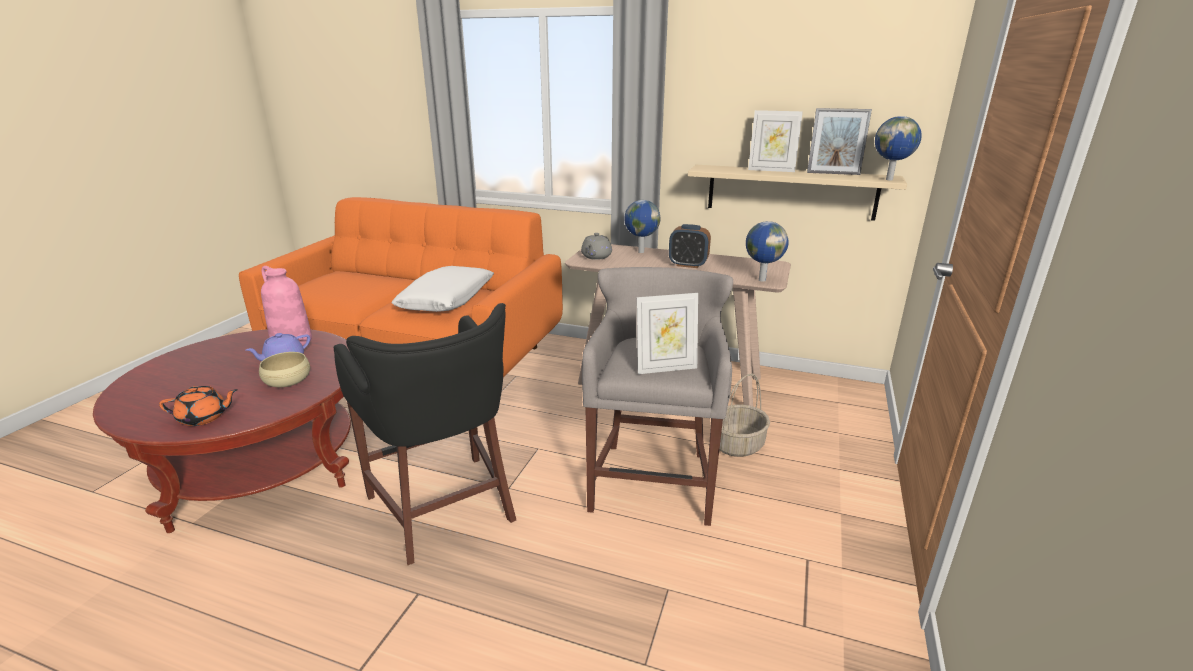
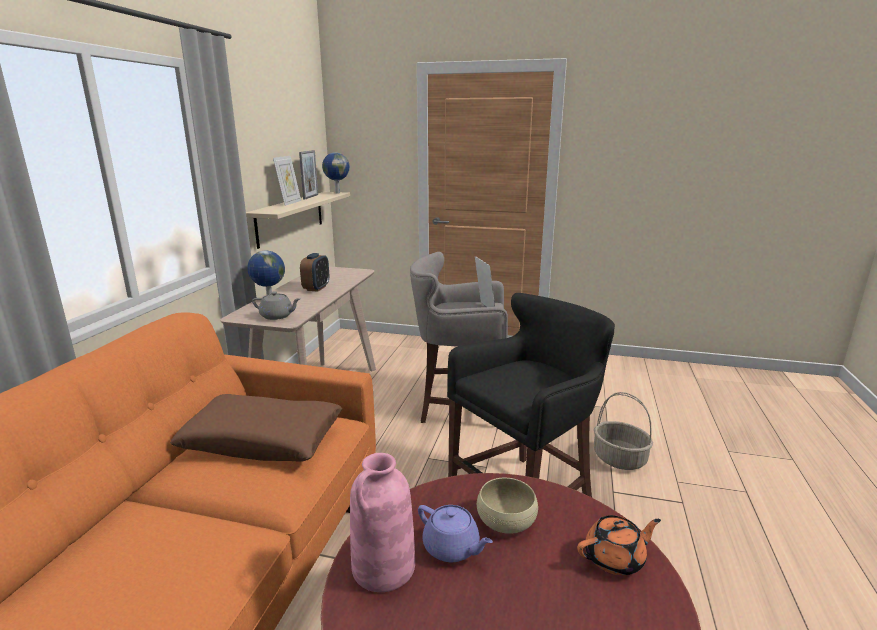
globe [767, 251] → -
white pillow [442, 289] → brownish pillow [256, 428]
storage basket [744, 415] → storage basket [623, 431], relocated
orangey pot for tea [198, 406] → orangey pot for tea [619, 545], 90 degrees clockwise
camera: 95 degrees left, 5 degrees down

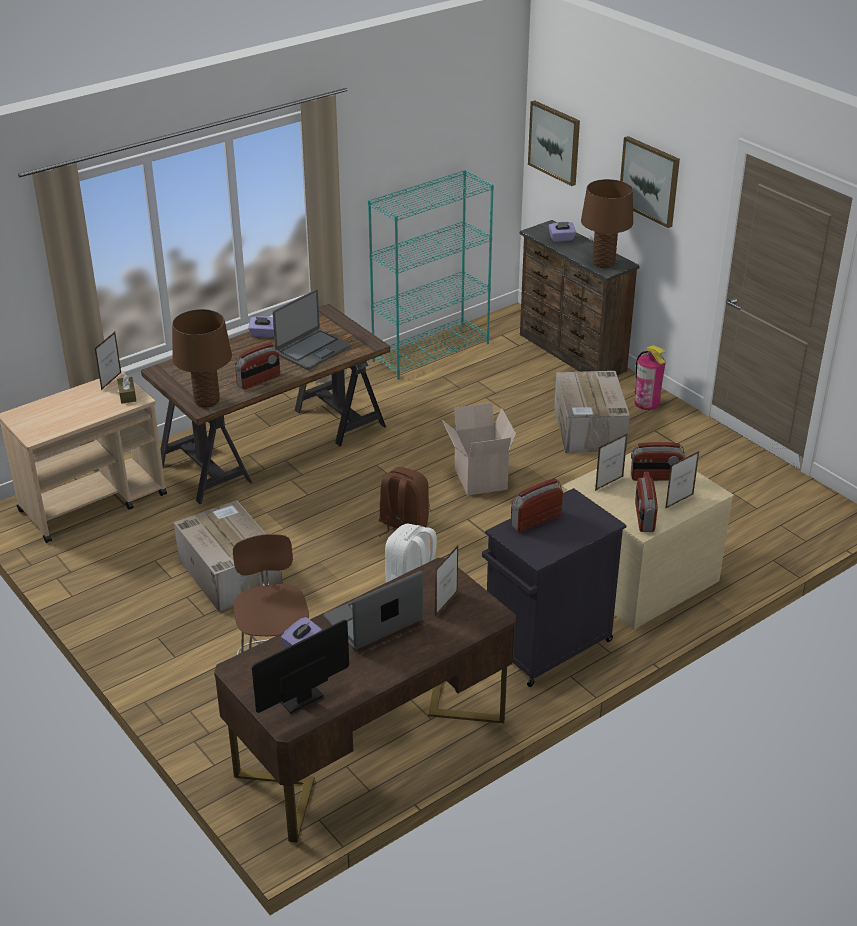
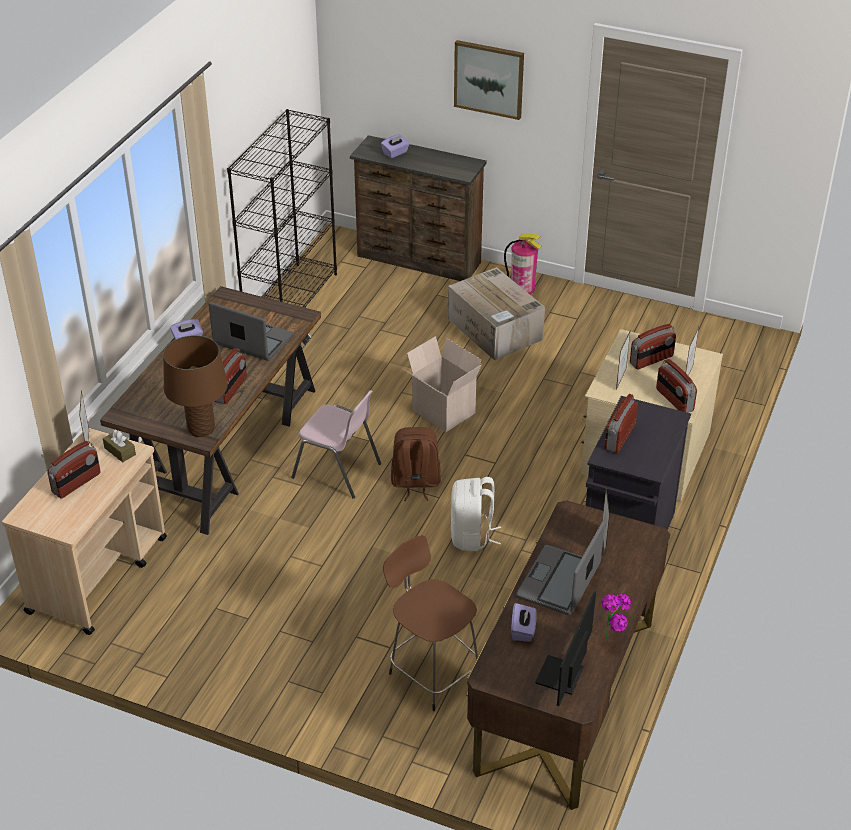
picture [554, 143] → -
turquoise bookshelf [431, 275] → black-coloured bookshelf [282, 208]
brownish table lamp [607, 223] → -
notebook computer [311, 330] → notebook computer [250, 331], 75 degrees counterclockwise
carton [228, 556] → -
- → pink upright chair [336, 444]
- → radio [73, 469]
- → plant in a pot [616, 615]
camera: 30 degrees left, 5 degrees up

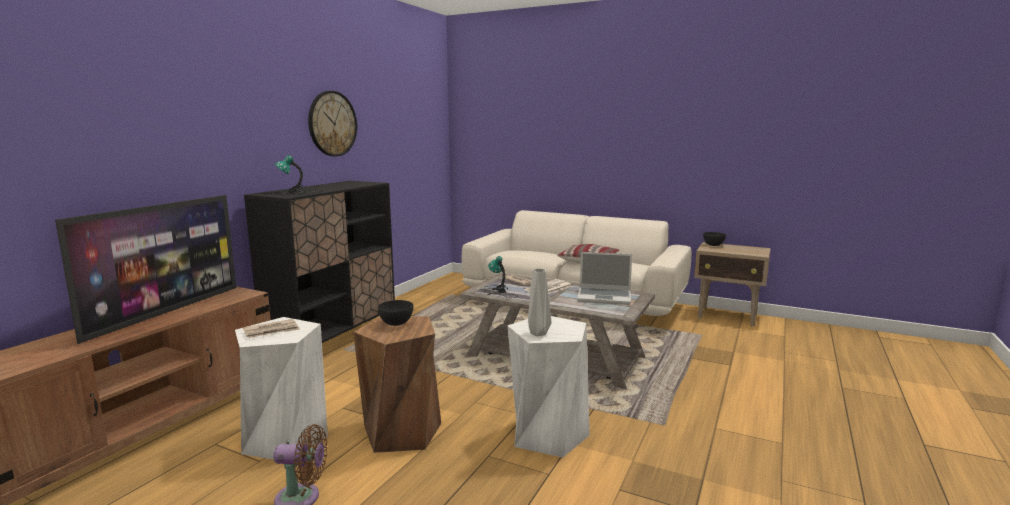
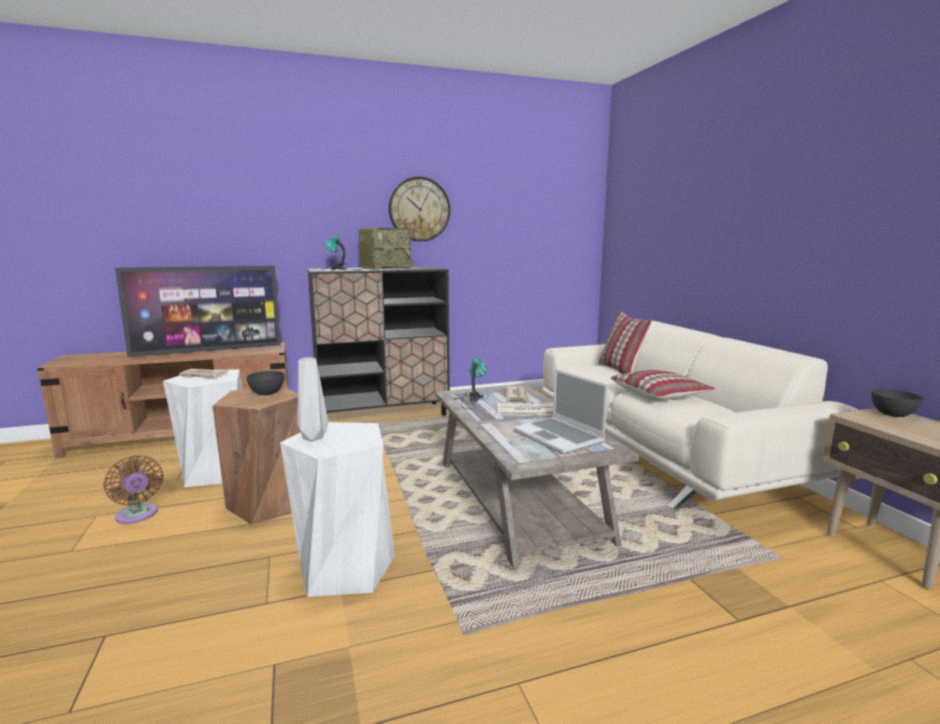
- → radio [386, 249]
- → pillow [625, 342]
camera: 45 degrees right, 0 degrees up

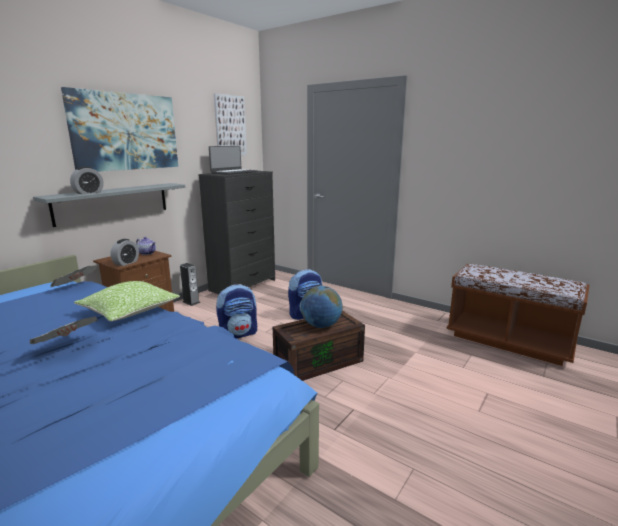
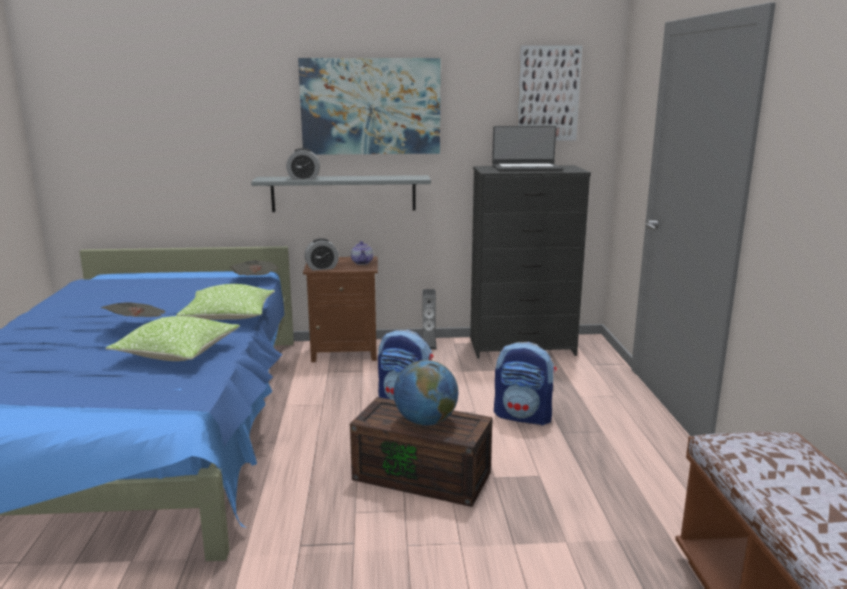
- → pillow [173, 338]
camera: 50 degrees right, 0 degrees up

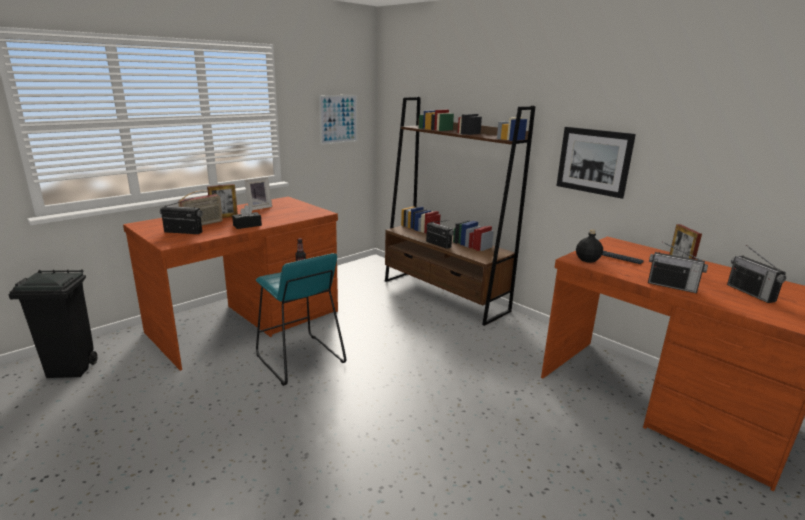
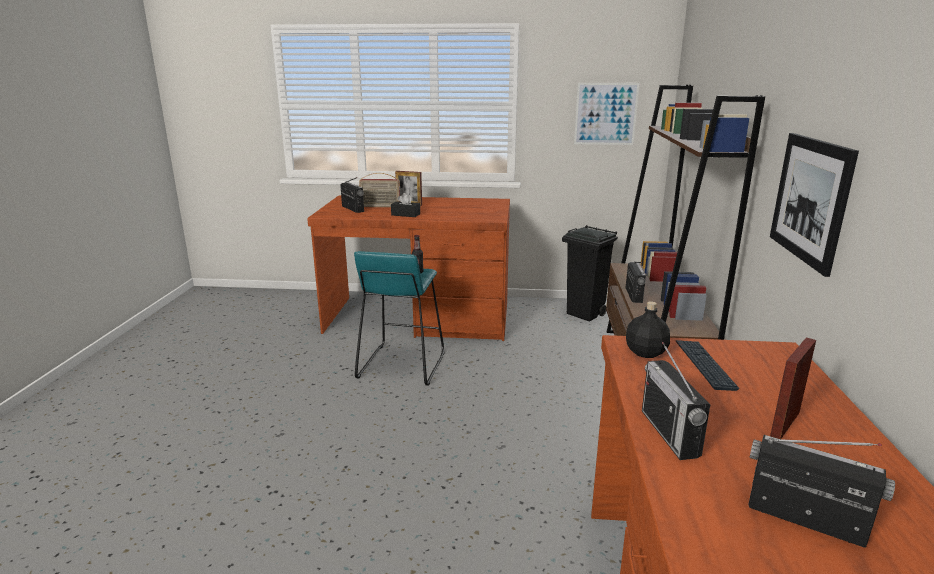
picture frame [258, 193] → -
radio [756, 274] → radio [821, 491], 90 degrees clockwise
black-coloured waste bin [53, 323] → black-coloured waste bin [590, 273], relocated
camera: 50 degrees right, 0 degrees up

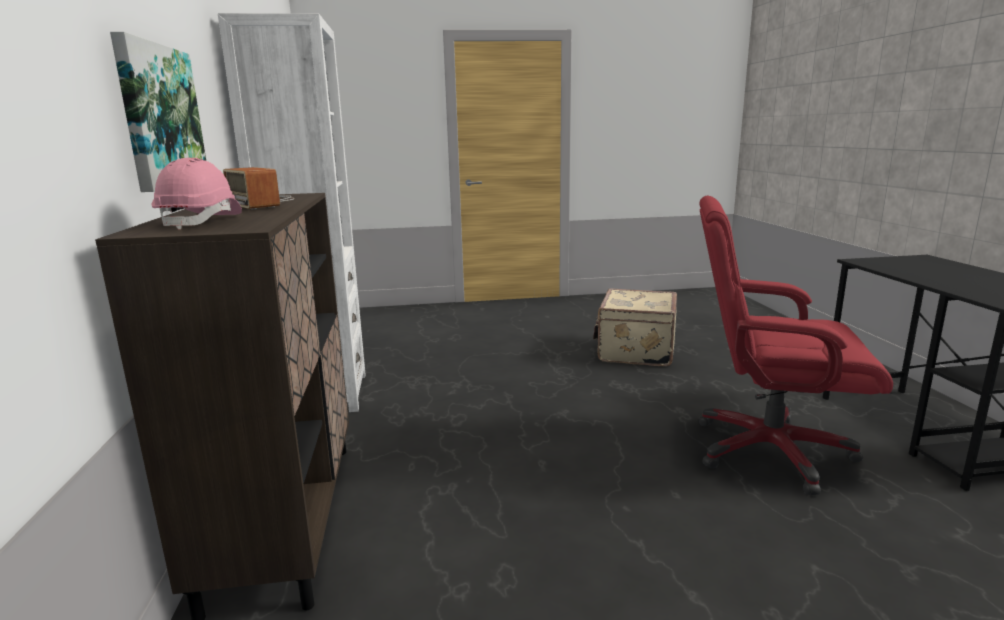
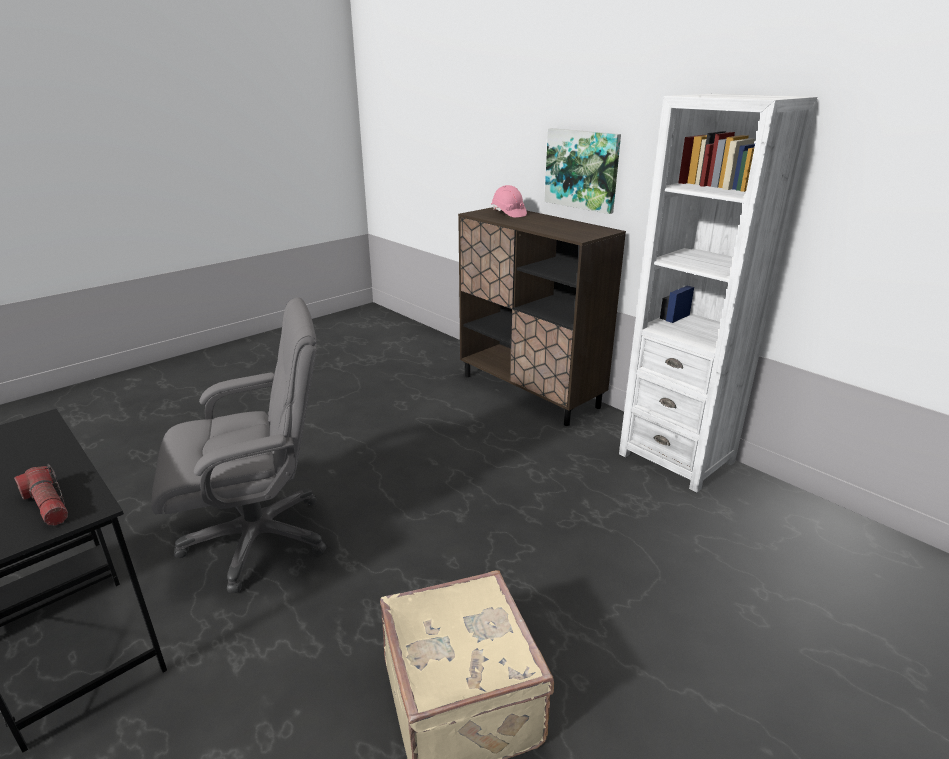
radio [258, 188] → -
red-coloured desk chair [796, 345] → gray desk chair [238, 445]
- → flashlight [41, 495]
camera: 145 degrees right, 10 degrees up

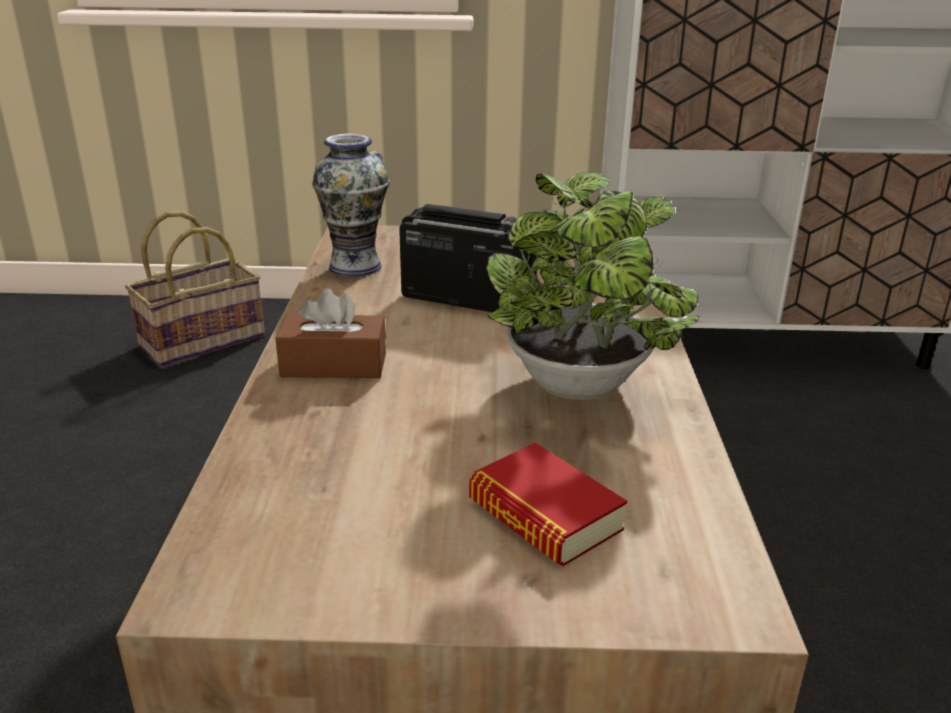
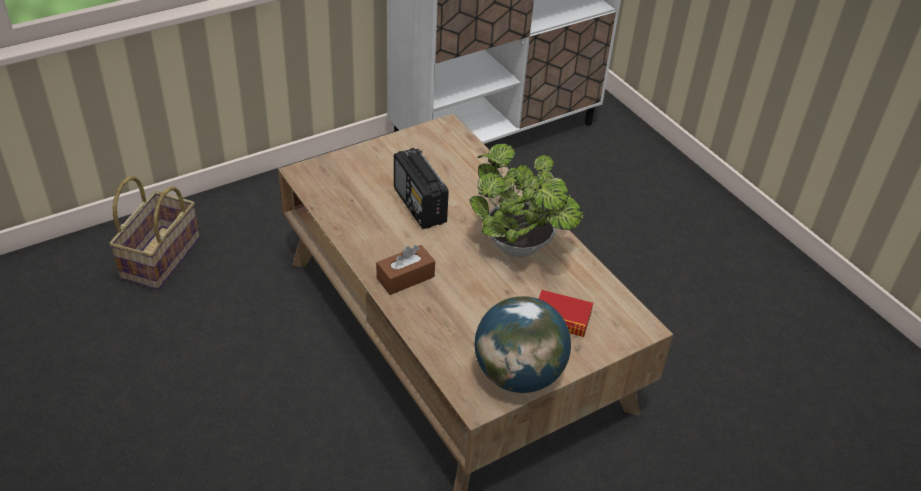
vase [351, 205] → -
radio [468, 258] → radio [421, 188], 105 degrees counterclockwise
- → globe [523, 344]
camera: 35 degrees left, 15 degrees up

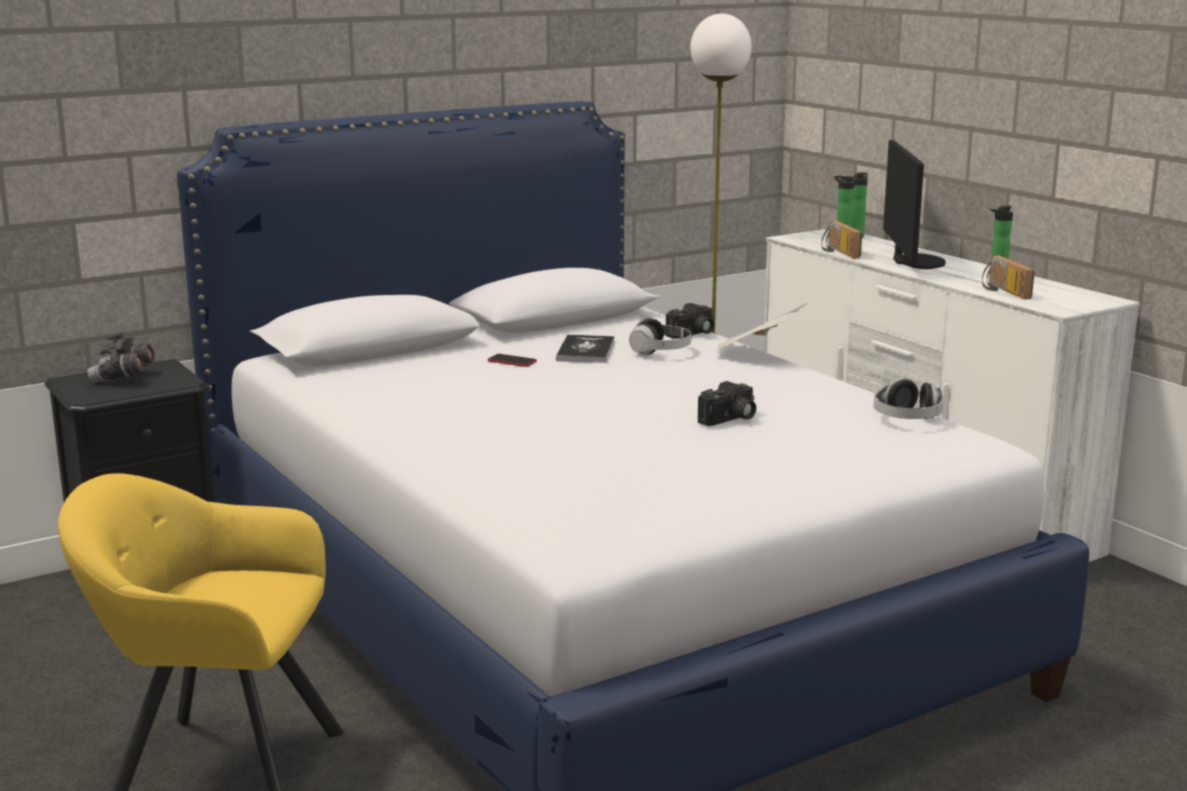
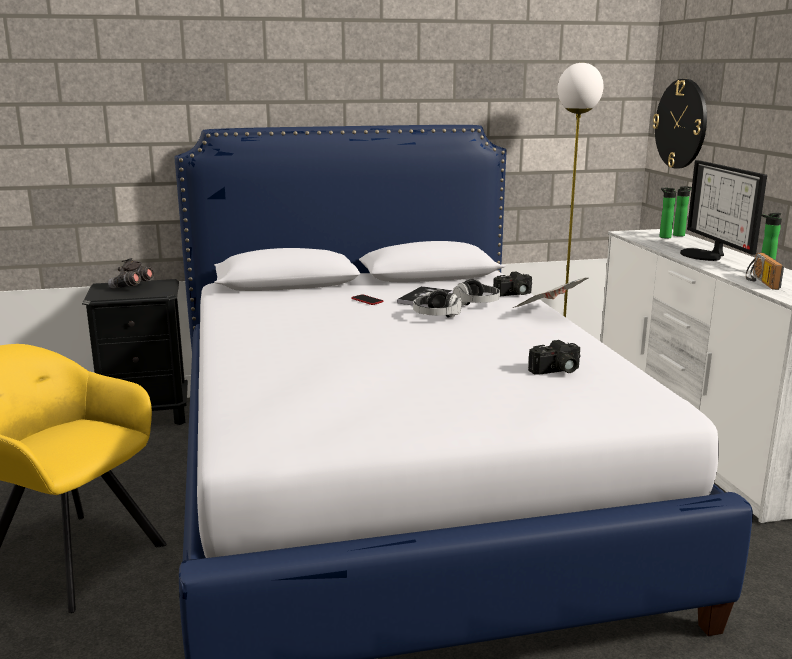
monitor [914, 204] → monitor [723, 210], 150 degrees clockwise
radio [841, 239] → -
headset [909, 398] → headset [437, 303], relocated
still camera [727, 403] → still camera [554, 357], relocated
- → clock on the wall [680, 124]
camera: 20 degrees right, 0 degrees up

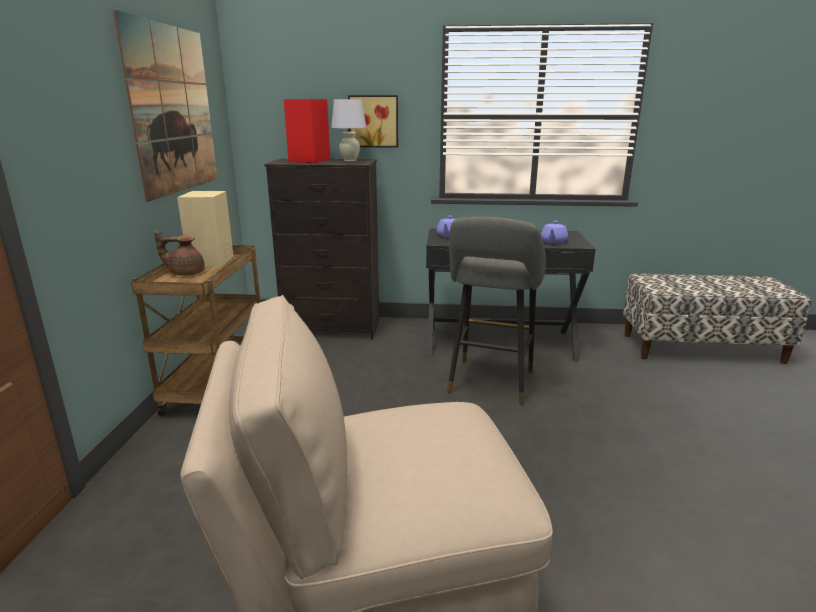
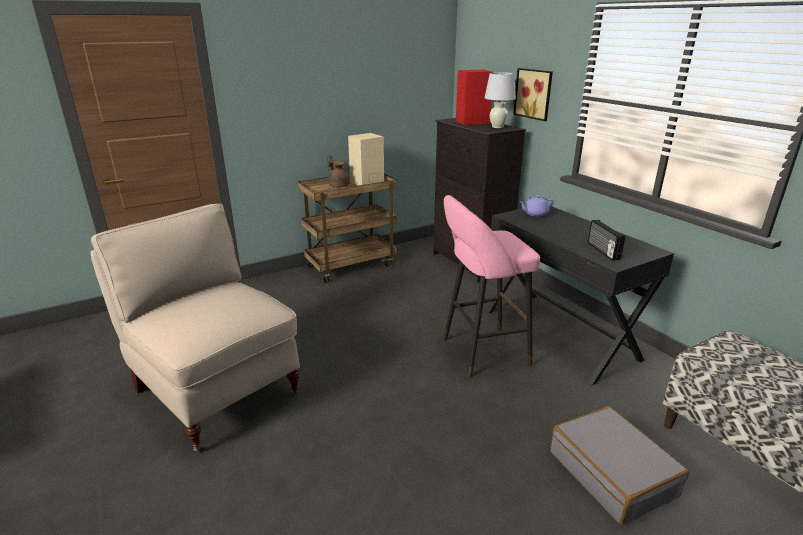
picture [165, 106] → -
gray stool [496, 311] → pink stool [491, 286]
purple-coloured pot for tea [554, 232] → radio [607, 240]
- → gray travel case [619, 465]
camera: 55 degrees right, 5 degrees up

